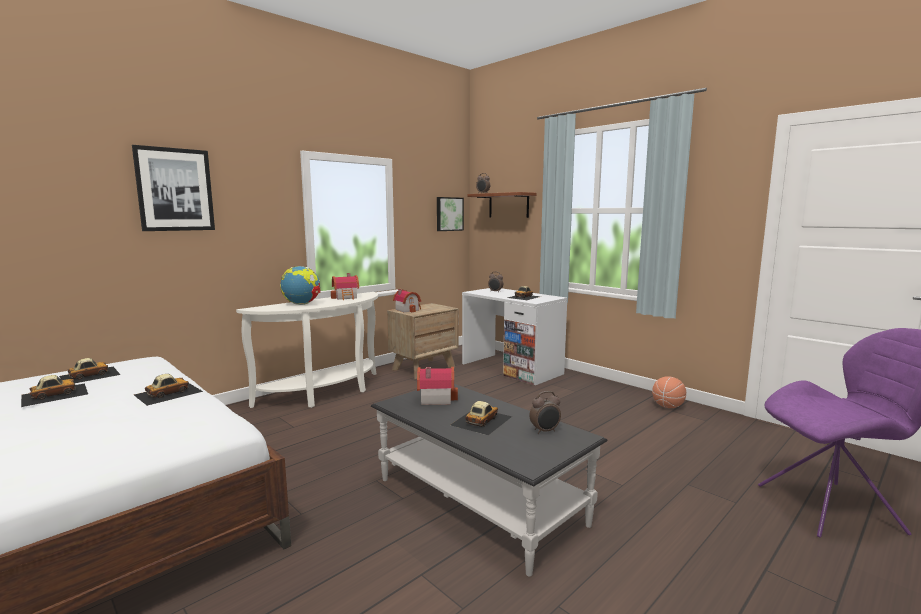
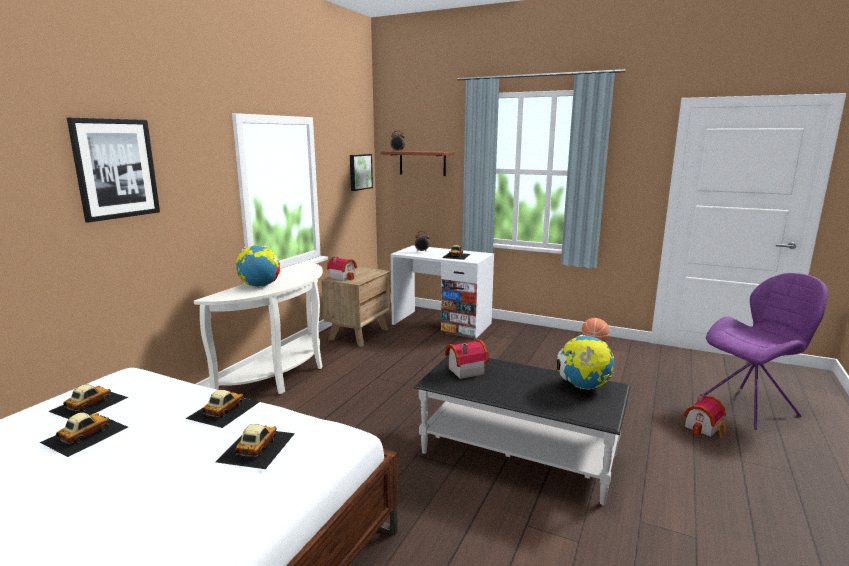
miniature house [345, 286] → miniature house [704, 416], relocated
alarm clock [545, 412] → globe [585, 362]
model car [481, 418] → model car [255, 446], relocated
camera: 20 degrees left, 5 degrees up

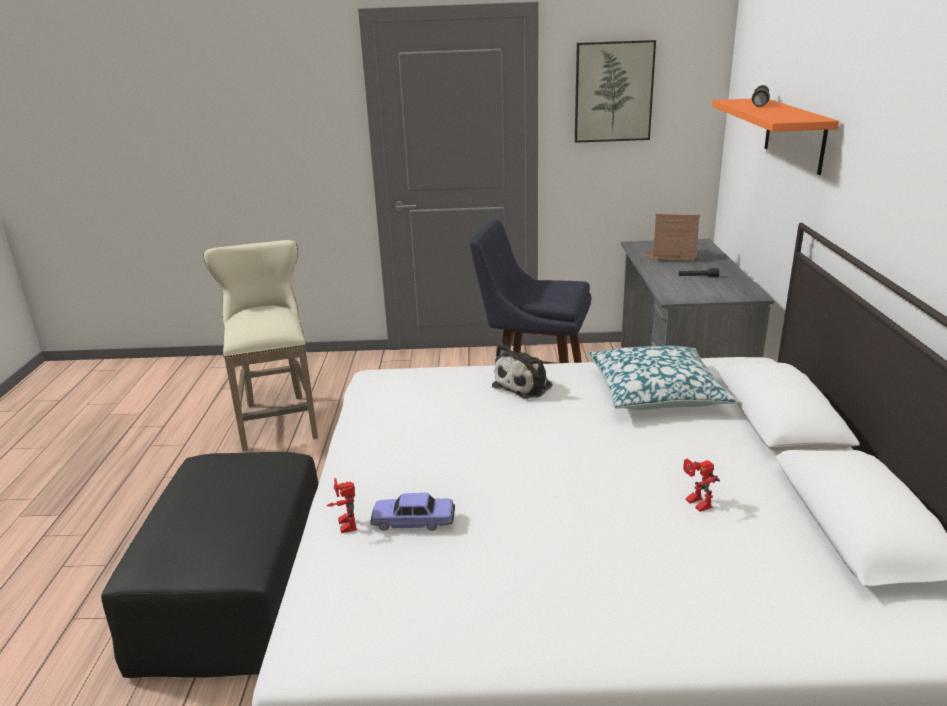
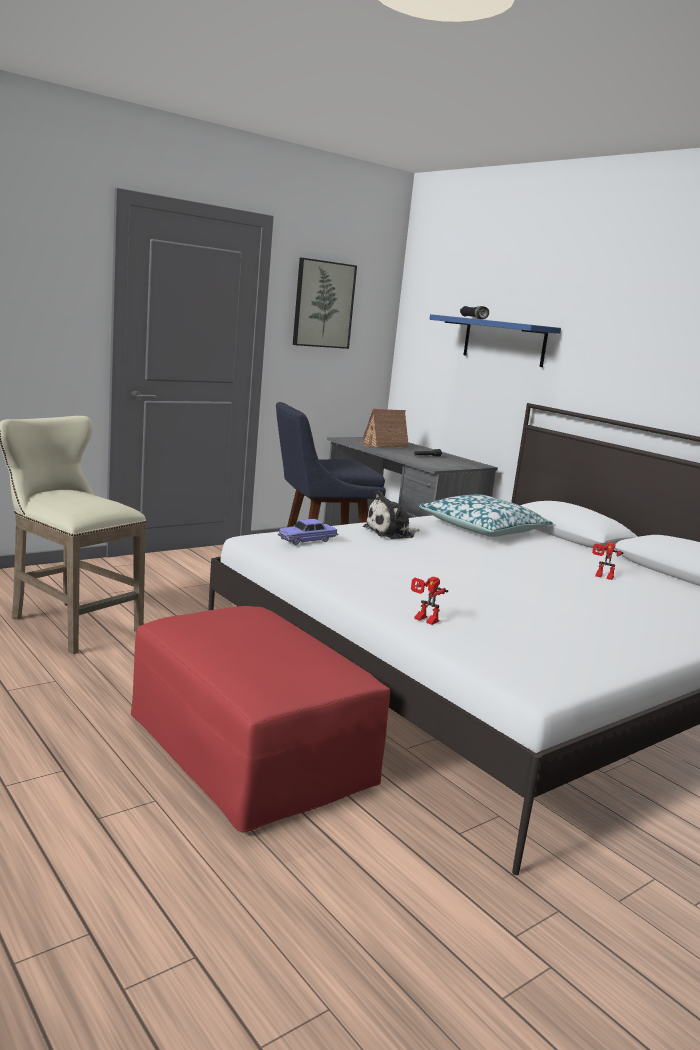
orangey bracket shelf [775, 137] → blue bracket shelf [495, 340]
cuddly toy [522, 371] → cuddly toy [391, 514], 60 degrees clockwise
black-coloured ottoman [209, 565] → red-coloured ottoman [260, 719]
model car [412, 512] → model car [308, 532], relocated
camera: 40 degrees left, 10 degrees down

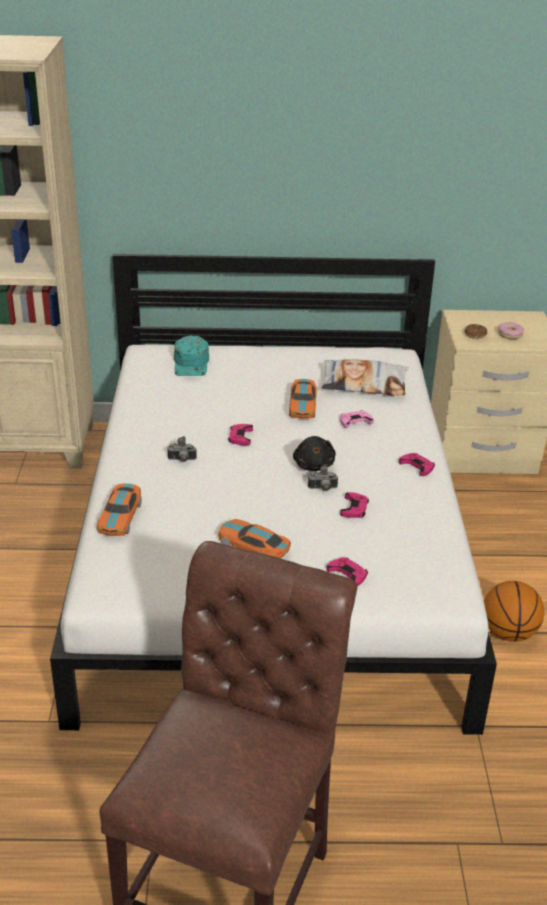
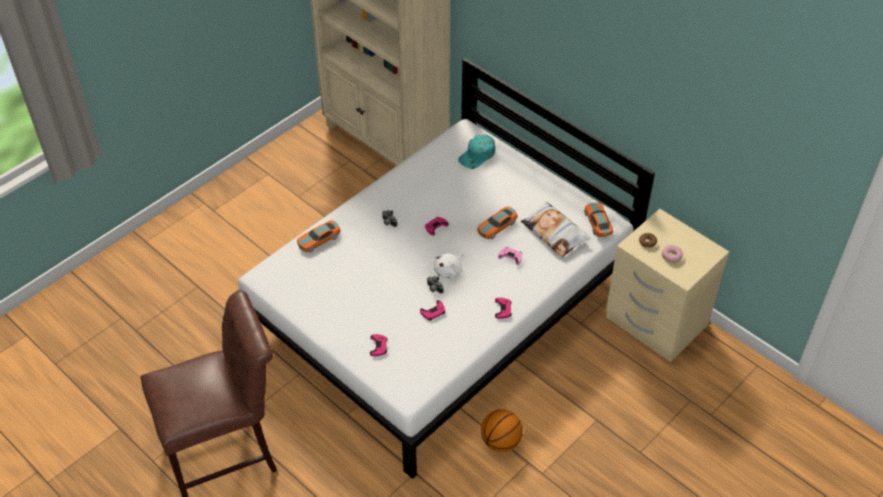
black-coloured cuddly toy [314, 453] → white cuddly toy [449, 265]
model car [254, 538] → model car [598, 220], relocated
camera: 45 degrees right, 15 degrees up

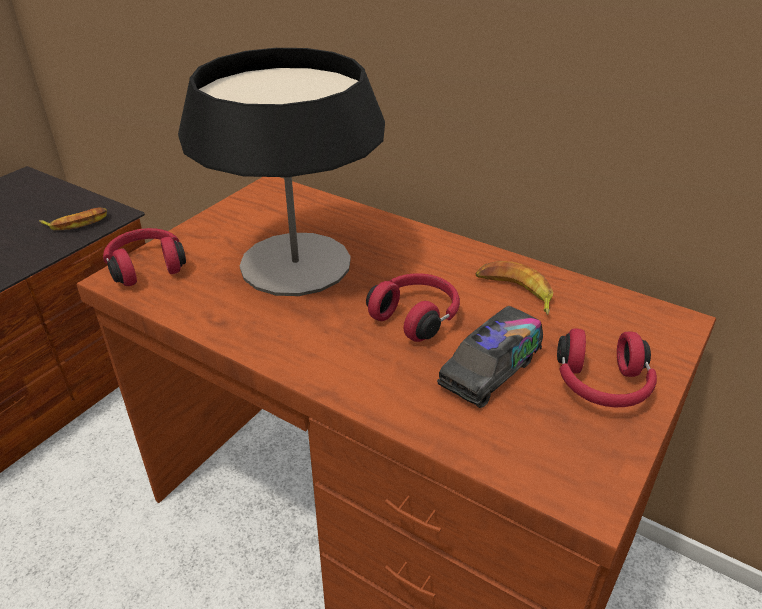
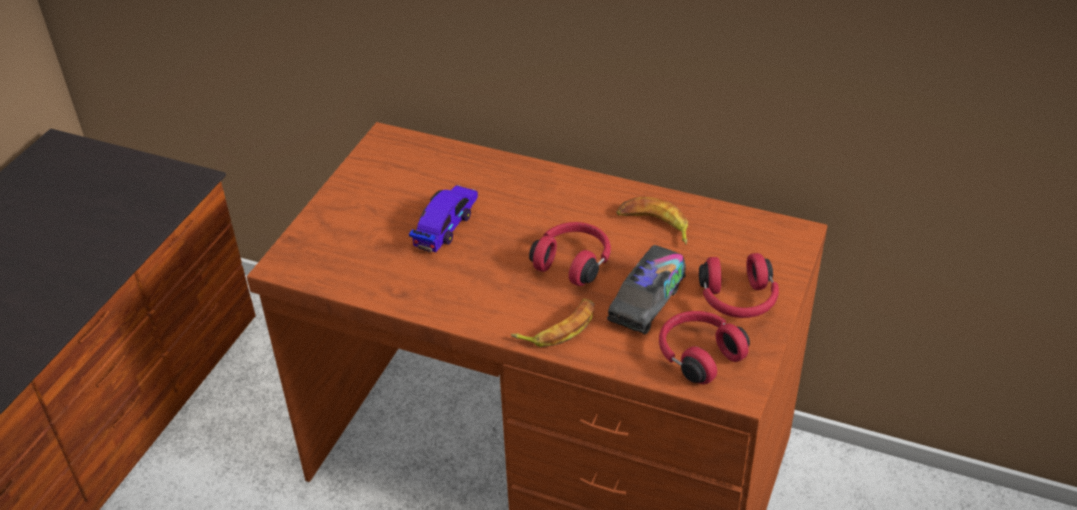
table lamp [281, 172] → model car [443, 218]
whole banana [73, 219] → whole banana [552, 323], relocated
red-coloured headset [144, 257] → red-coloured headset [704, 347], relocated
camera: 10 degrees left, 5 degrees up

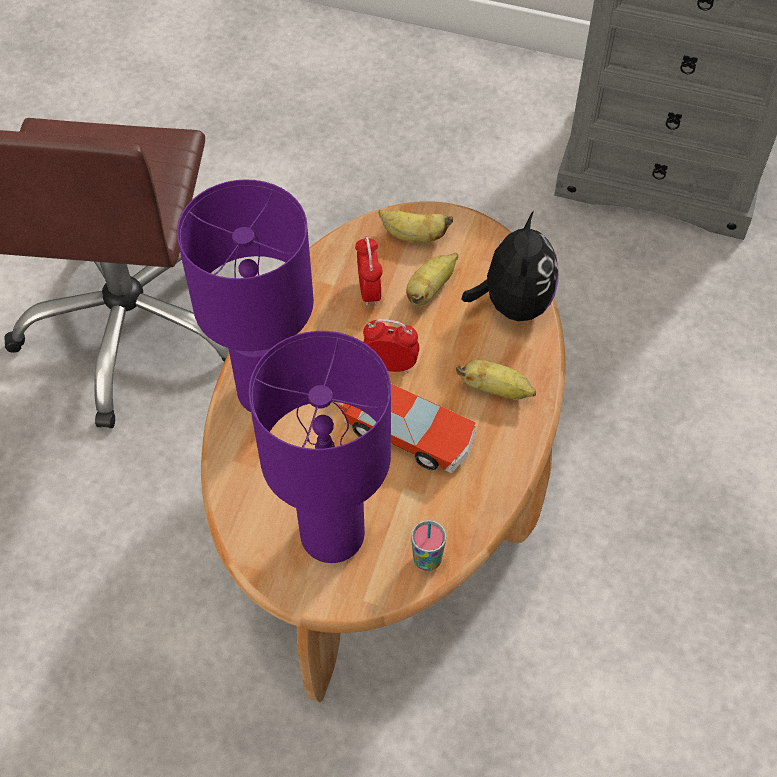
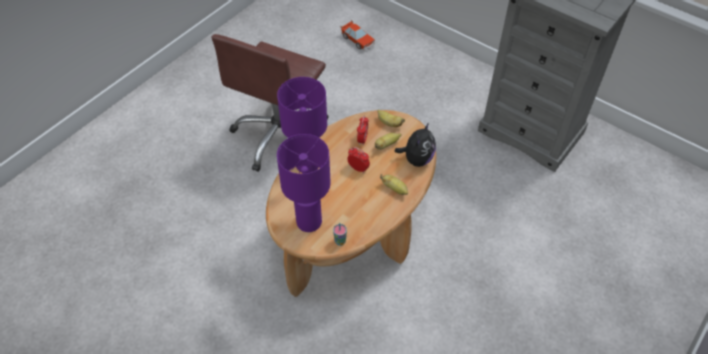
model car [407, 428] → model car [357, 35], relocated
camera: 20 degrees right, 5 degrees down

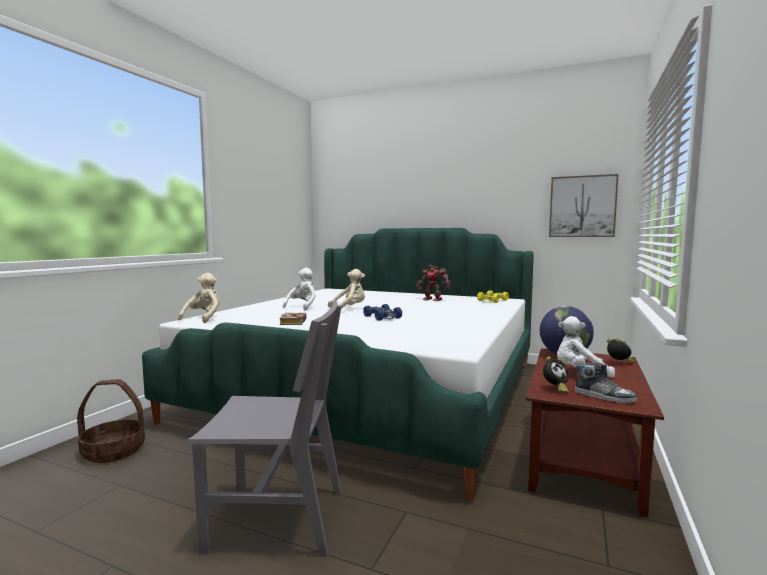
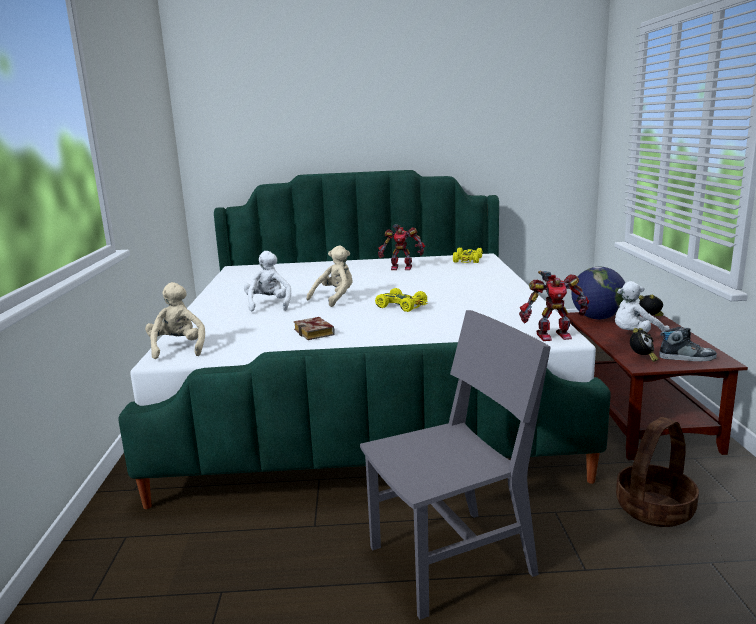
picture [584, 205] → -
blue model car [382, 312] → yellow-coloured model car [401, 300]
storage basket [111, 421] → storage basket [657, 472], relocated
- → model robot [554, 306]
camera: 25 degrees left, 10 degrees up

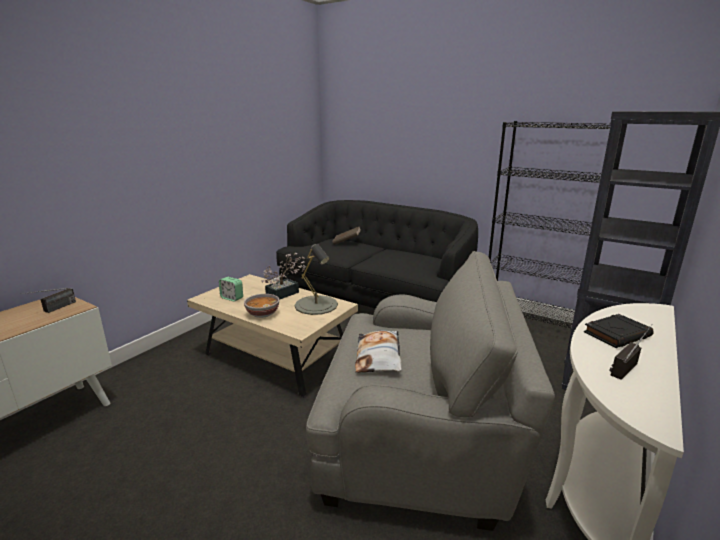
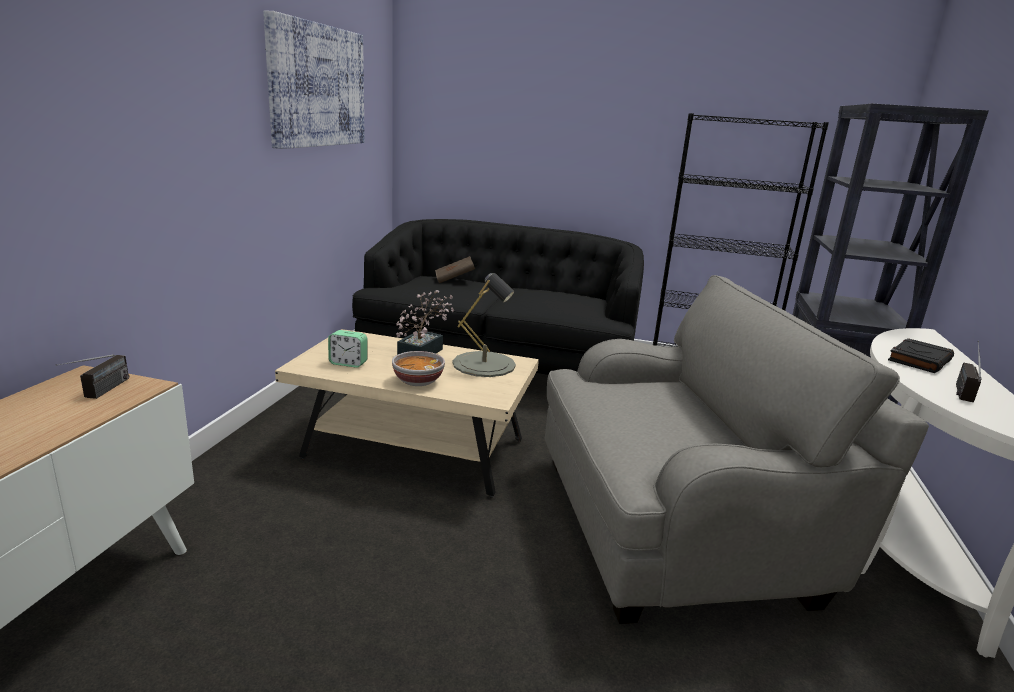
pillow [378, 352] → -
- → picture [314, 79]
camera: 20 degrees left, 0 degrees up

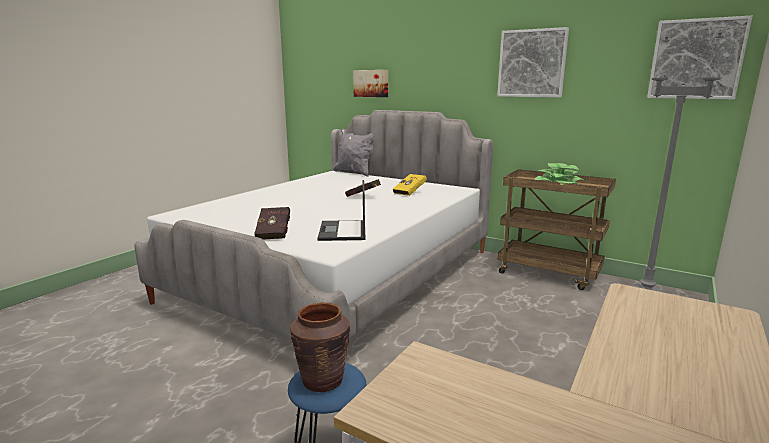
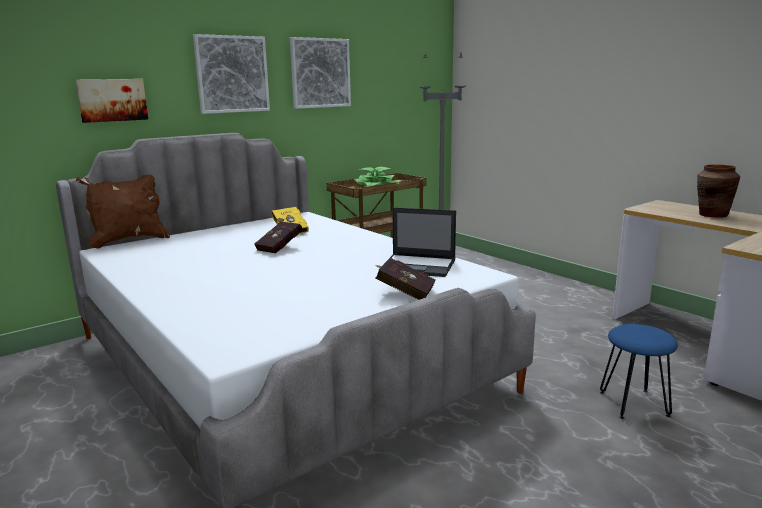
picture [700, 57] → picture [231, 74], relocated
gray pillow [353, 152] → brownish pillow [123, 211]
brownish vase [320, 347] → brownish vase [718, 190], relocated
camera: 70 degrees left, 0 degrees up

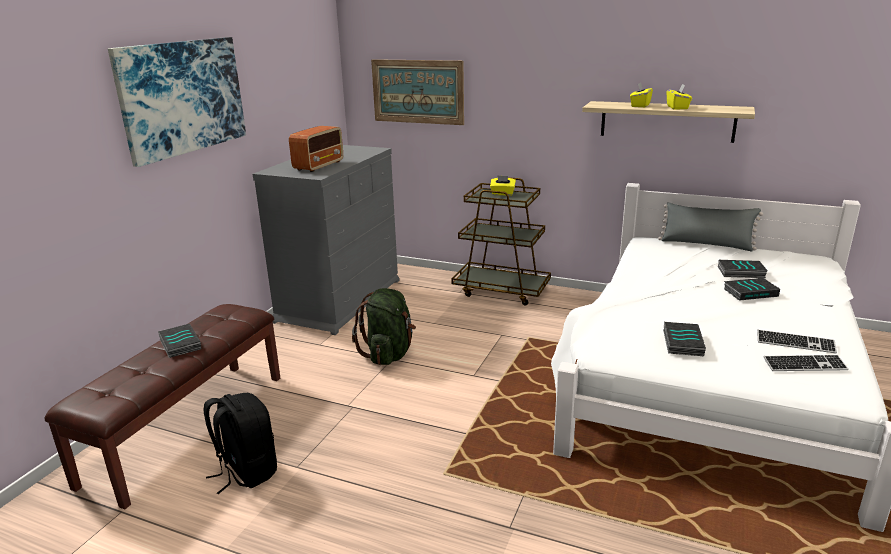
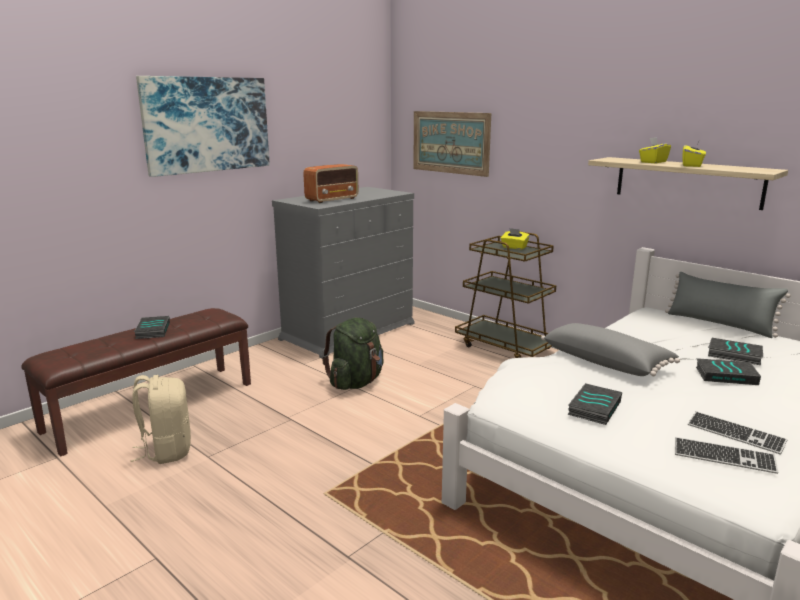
black-coloured knapsack [240, 443] → beige-coloured knapsack [161, 419]
- → gray pillow [610, 349]
camera: 20 degrees right, 5 degrees down

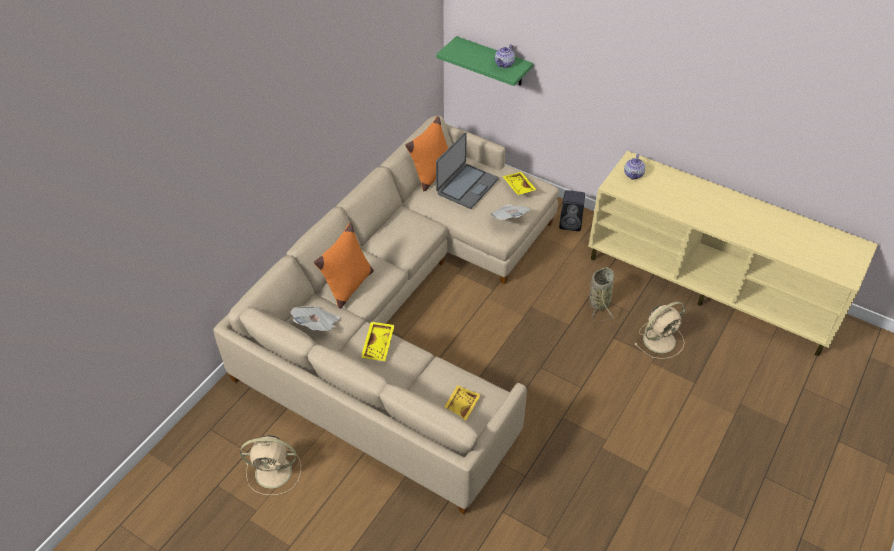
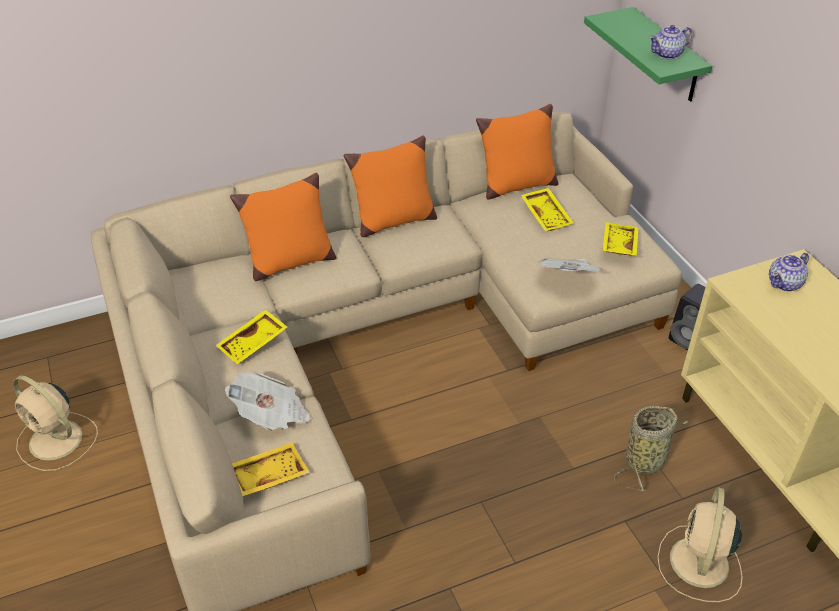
notebook computer [467, 170] → yellow-coloured tray [547, 209]
beige-coloured cooling fan [659, 330] → beige-coloured cooling fan [700, 544], 105 degrees clockwise
newspaper [315, 318] → newspaper [268, 401], relocated
- → orangey pillow [390, 186]
camera: 35 degrees right, 5 degrees down

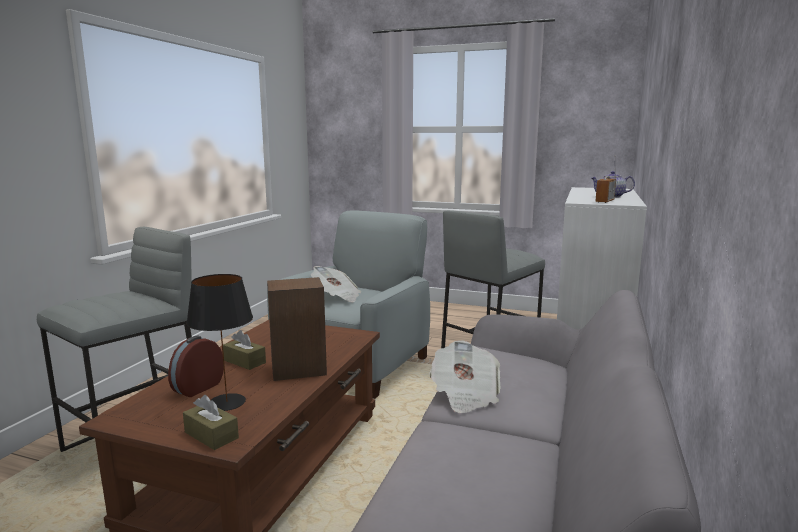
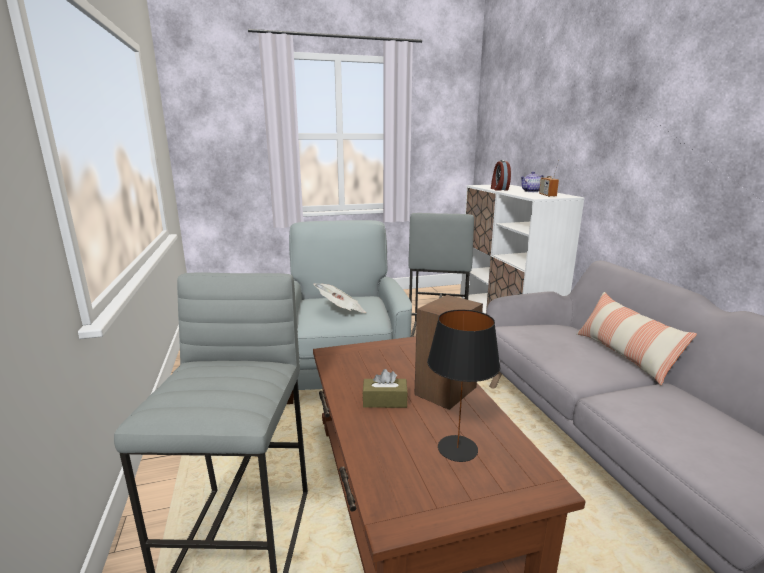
alarm clock [196, 366] → alarm clock [501, 175], relocated
newspaper [465, 376] → -
brownish box of tissues [211, 422] → -
- → pillow [636, 338]
camera: 35 degrees left, 5 degrees up

